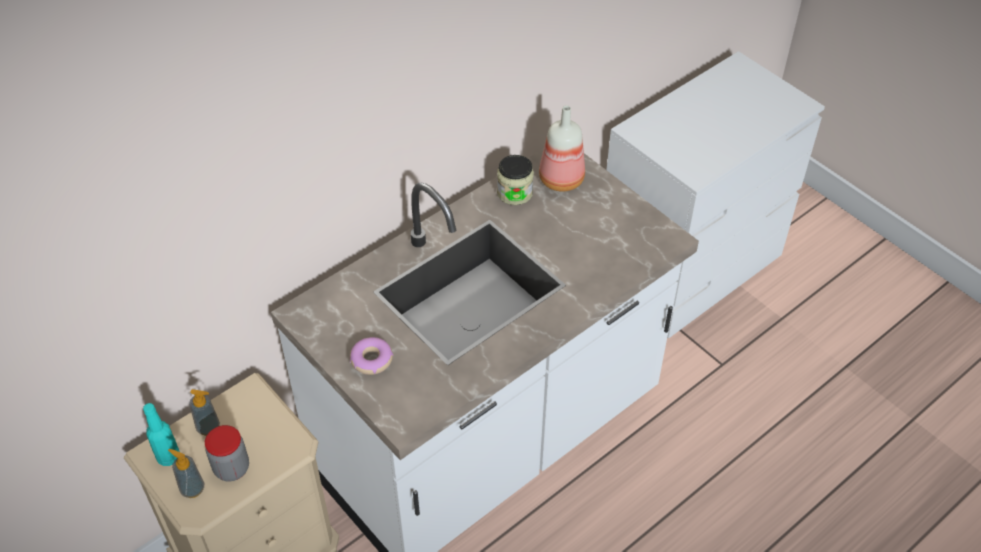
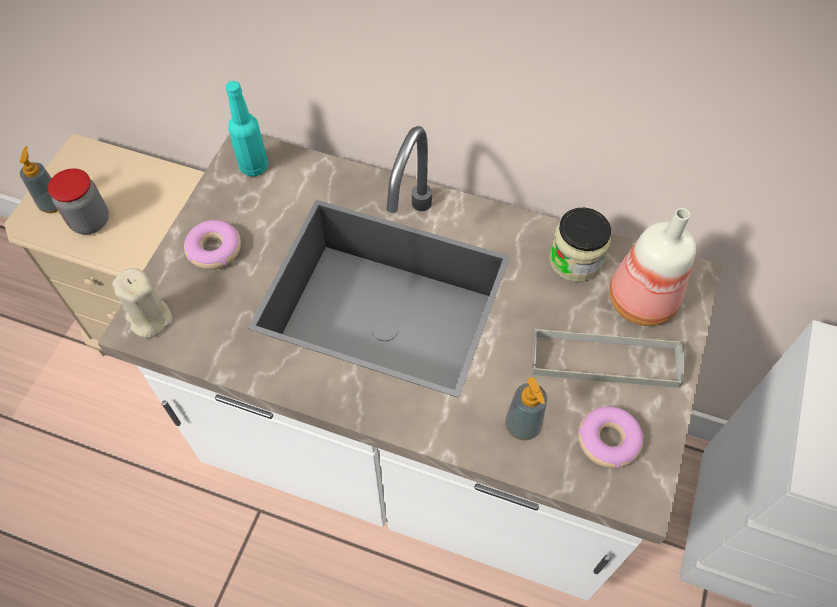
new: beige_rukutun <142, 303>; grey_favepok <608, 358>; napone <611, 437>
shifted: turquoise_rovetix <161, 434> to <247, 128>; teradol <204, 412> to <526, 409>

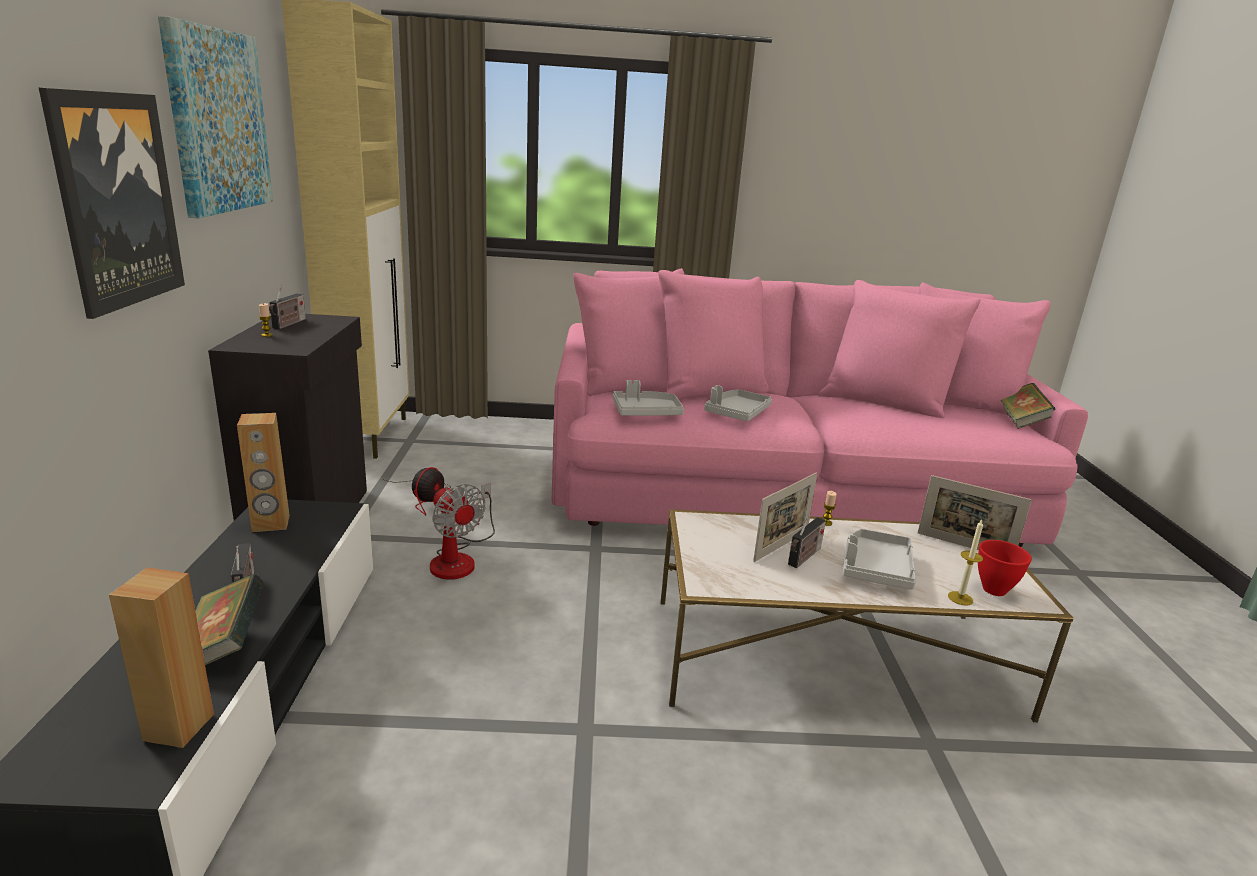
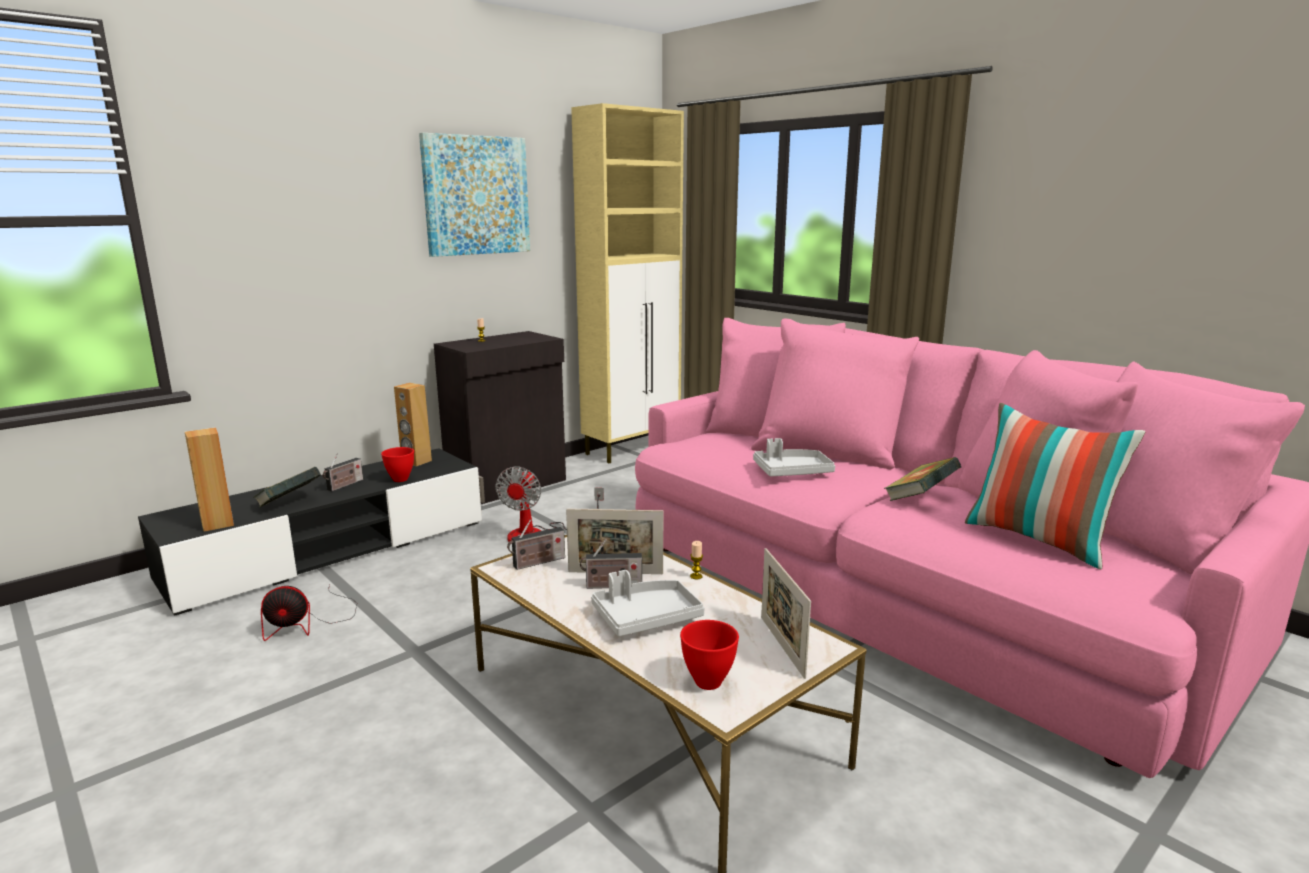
gone: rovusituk <112, 203>; grey_favepok <648, 398>; rukutun <965, 563>
new: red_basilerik <397, 464>; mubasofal <1055, 486>
shifted: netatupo <287, 307> to <536, 544>; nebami <416, 491> to <309, 613>; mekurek <1028, 406> to <922, 479>

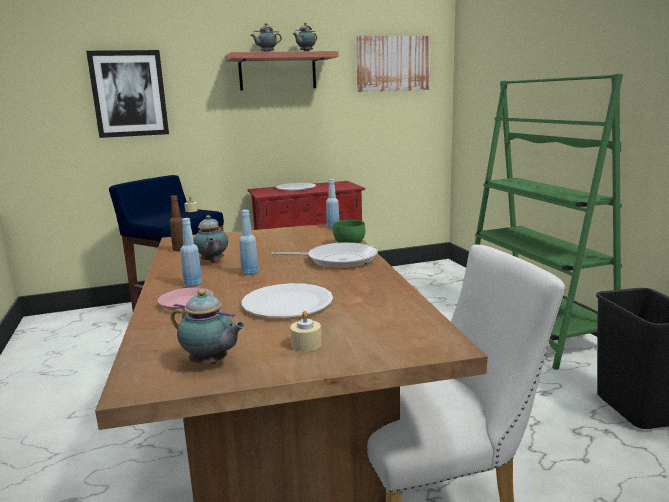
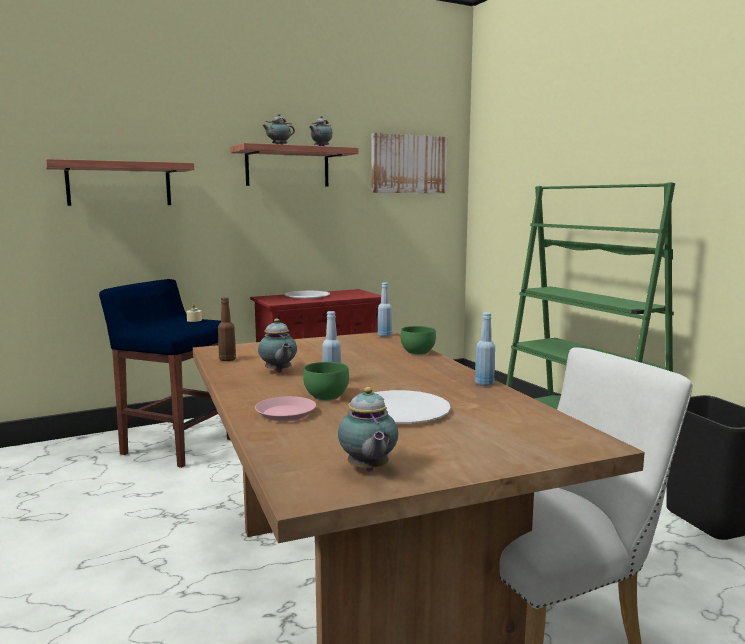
gone: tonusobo <324, 255>; beige_rukutun <306, 331>
new: green_basilerik <326, 381>
shifted: blue_rovetix <191, 252> to <485, 349>
swapped: rovusituk <127, 94> to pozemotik <120, 182>
rotated: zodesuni <208, 326> = <368, 429> 60 degrees clockwise

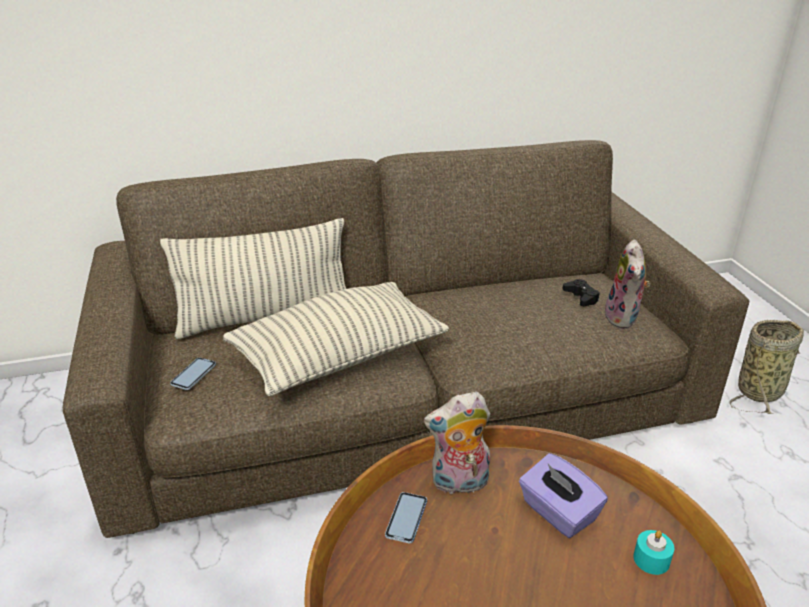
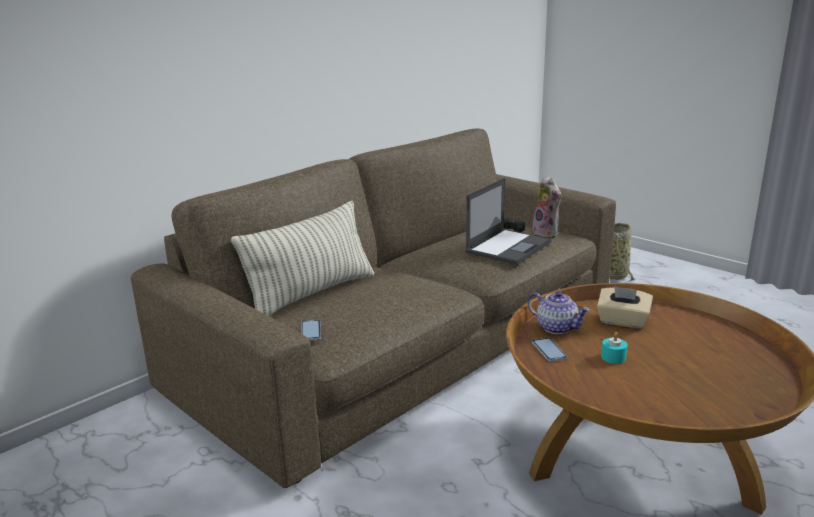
gone: mubasofal <336, 339>
new: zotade <508, 221>
shifted: turquoise_rukutun <654, 552> to <614, 348>
swapped: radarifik <457, 442> to zodesuni <559, 312>
repainted: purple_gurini <563, 495> to beige_gurini <625, 307>

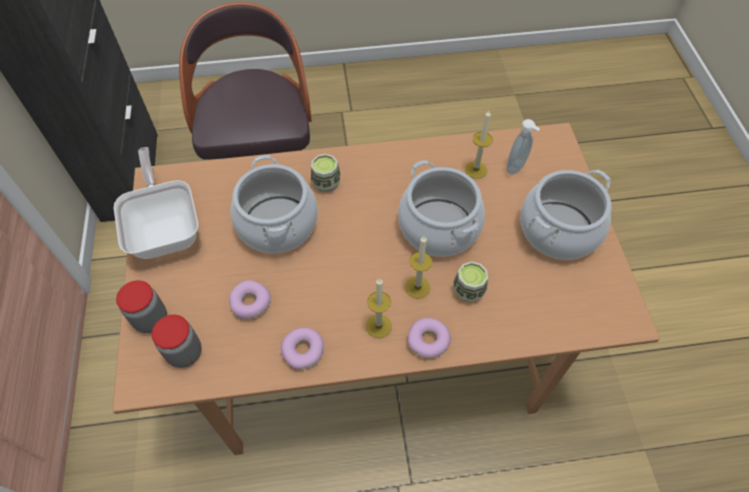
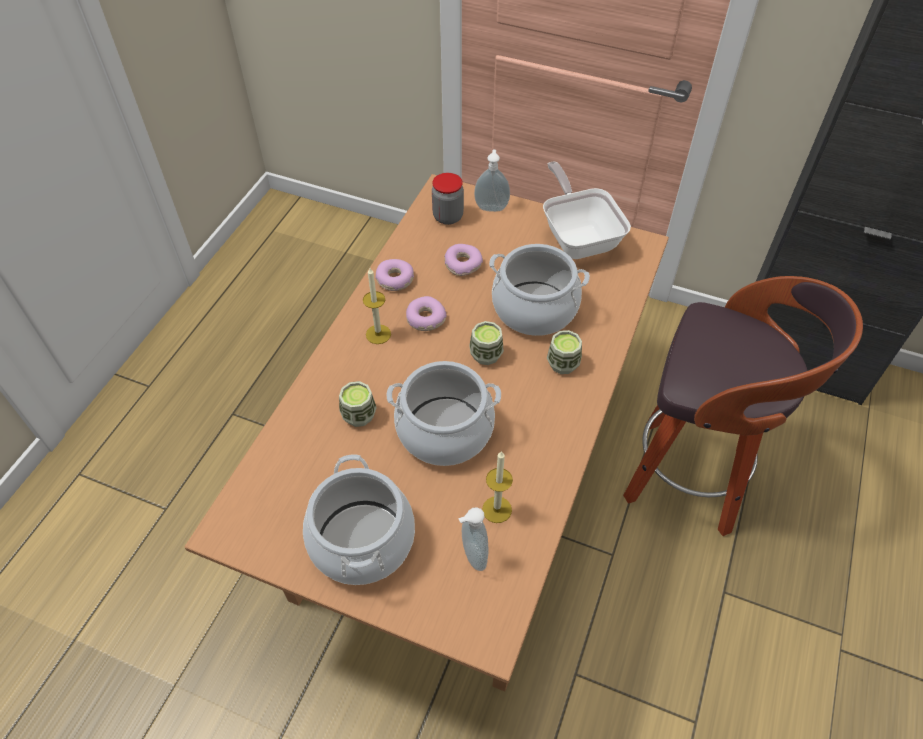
gone: rukutun <418, 267>
new: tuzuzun <486, 343>
shifted: napone <429, 338> to <426, 313>
swapped: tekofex <141, 306> to teradol <492, 181>
rotated: tonusobo <156, 203> = <587, 210> 120 degrees counterclockwise

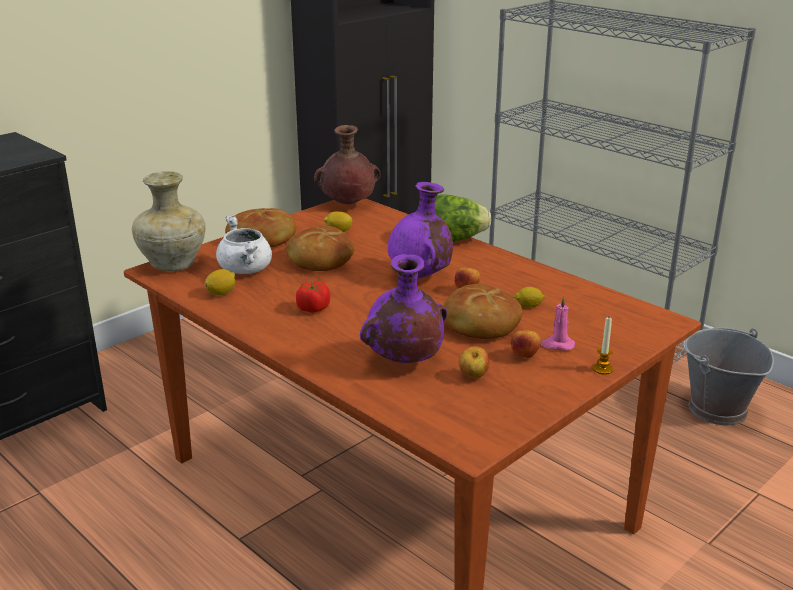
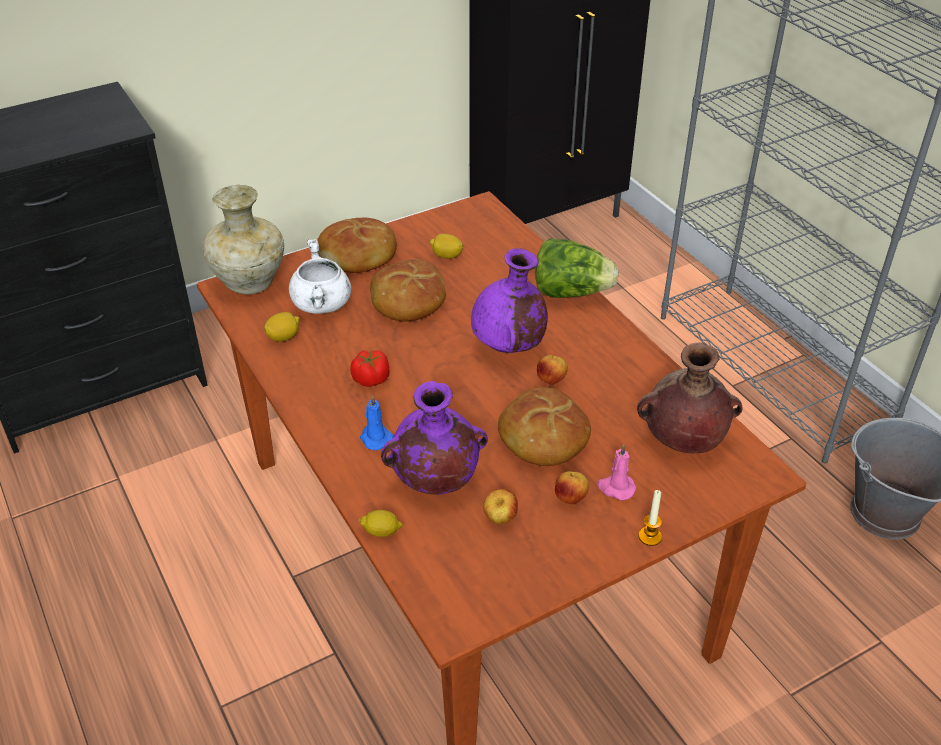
new: blue_rukutun <376, 422>
shifted: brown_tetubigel <347, 164> to <690, 398>; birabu <529, 297> to <381, 523>

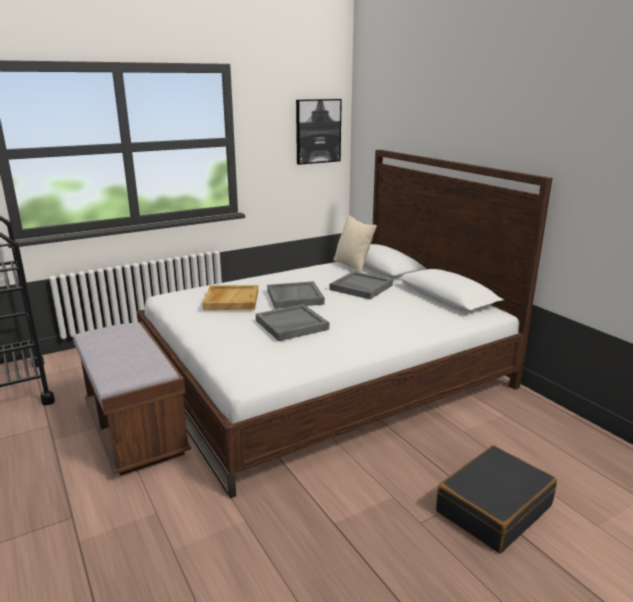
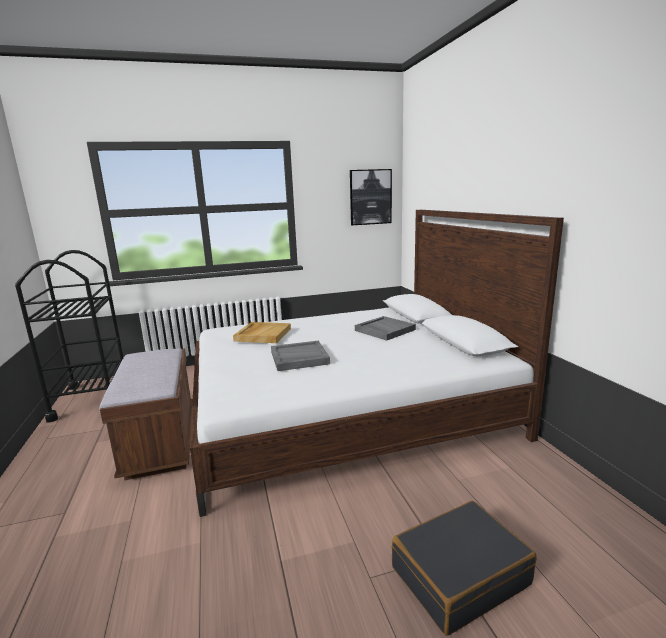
gone: grey_favepok <296, 295>; beige_mubasofal <355, 244>

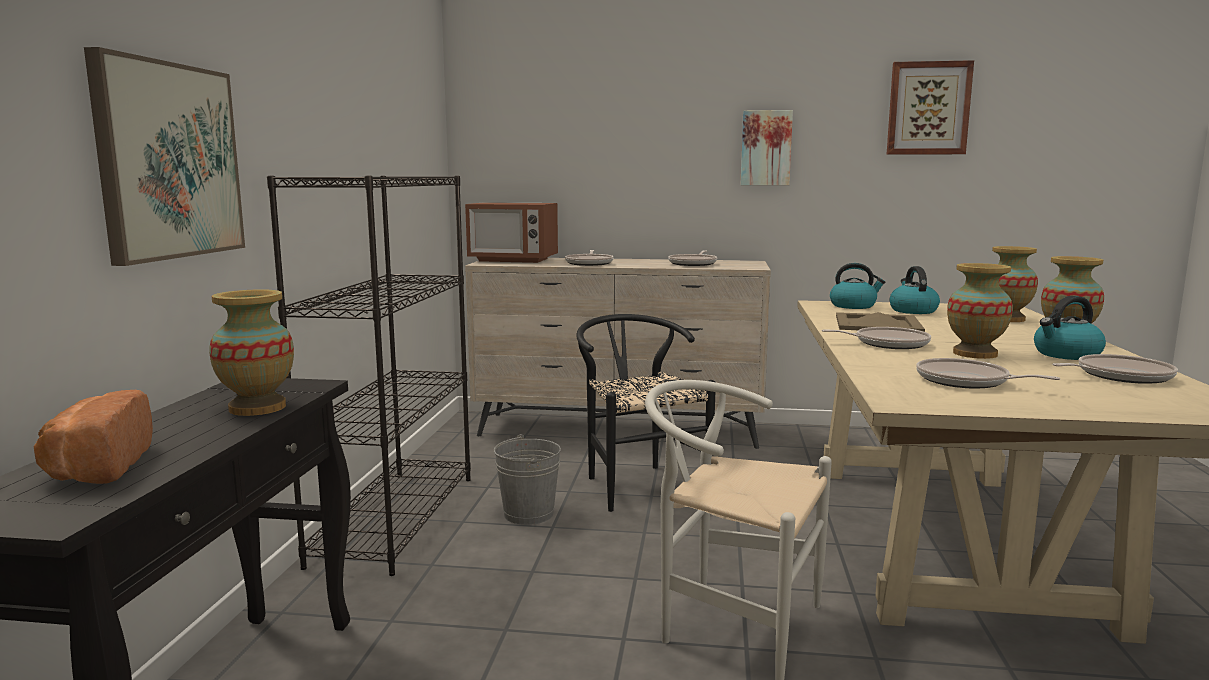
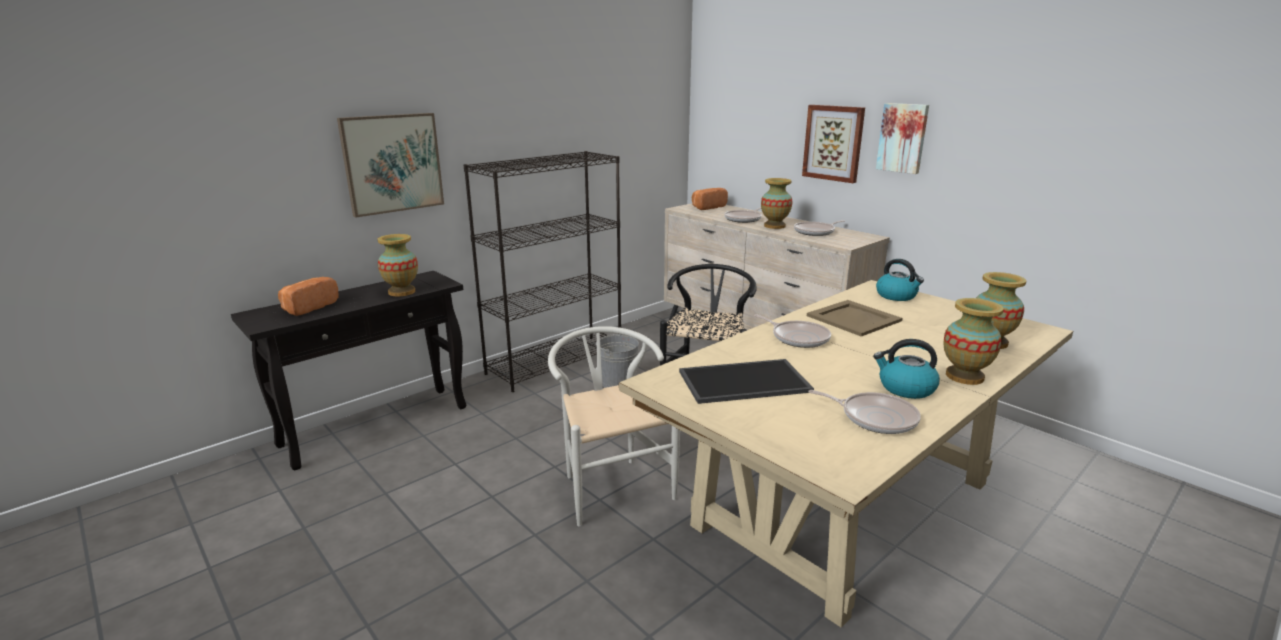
gone: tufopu <915, 290>
shifted: rovusituk <930, 107> to <833, 144>; tetubigel <980, 311> to <776, 203>
swapped: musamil <511, 232> to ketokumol <710, 199>; tonusobo <988, 373> to favepok <746, 381>

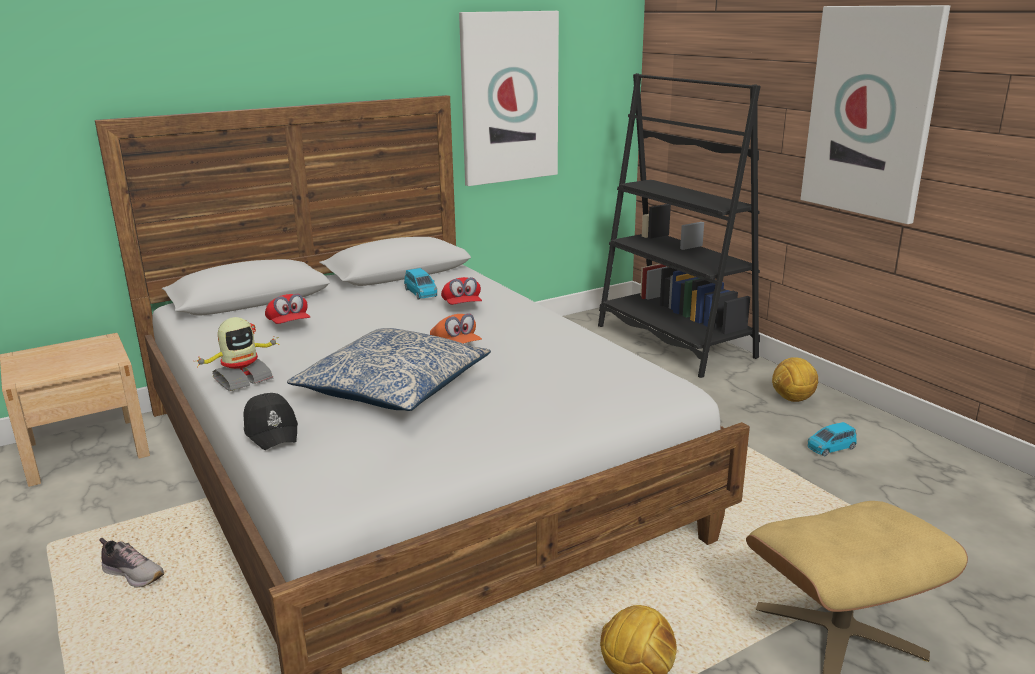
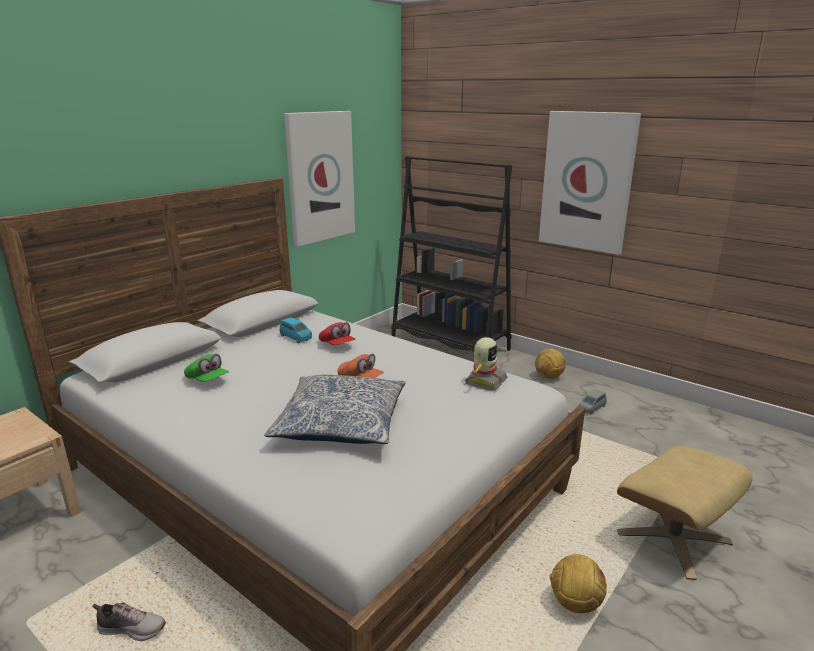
gone: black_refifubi <271, 421>
shifted: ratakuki <236, 354> to <486, 363>
repainted: red_refifubi <287, 309> to green_refifubi <206, 368>; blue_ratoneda <832, 439> to grey_ratoneda <593, 402>

